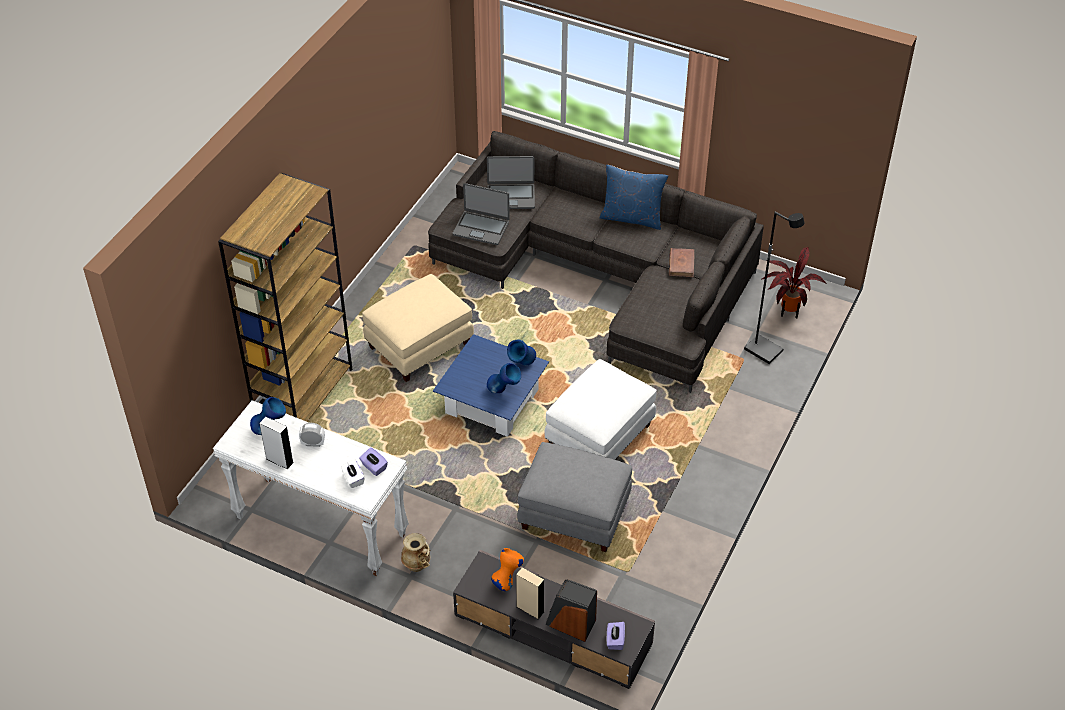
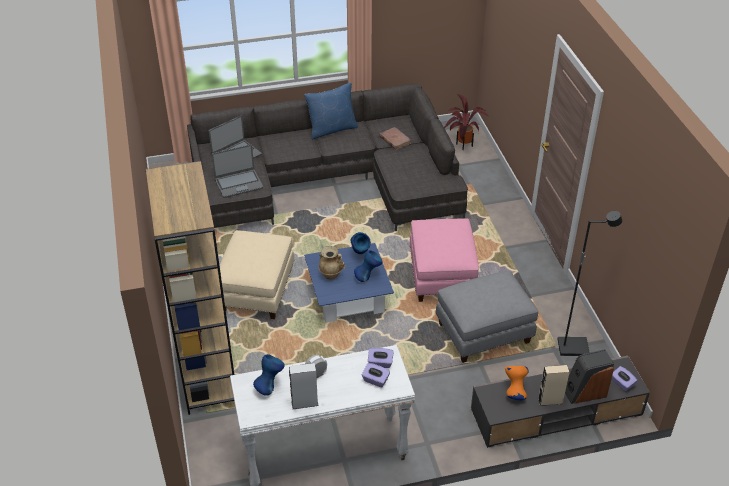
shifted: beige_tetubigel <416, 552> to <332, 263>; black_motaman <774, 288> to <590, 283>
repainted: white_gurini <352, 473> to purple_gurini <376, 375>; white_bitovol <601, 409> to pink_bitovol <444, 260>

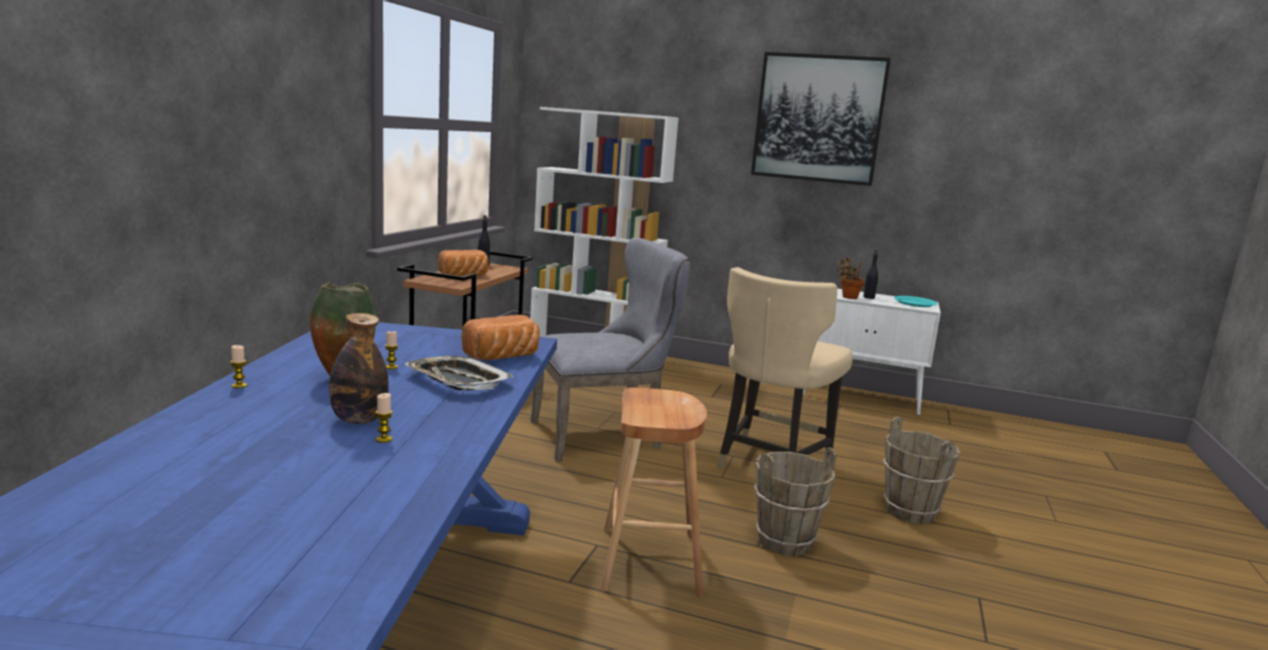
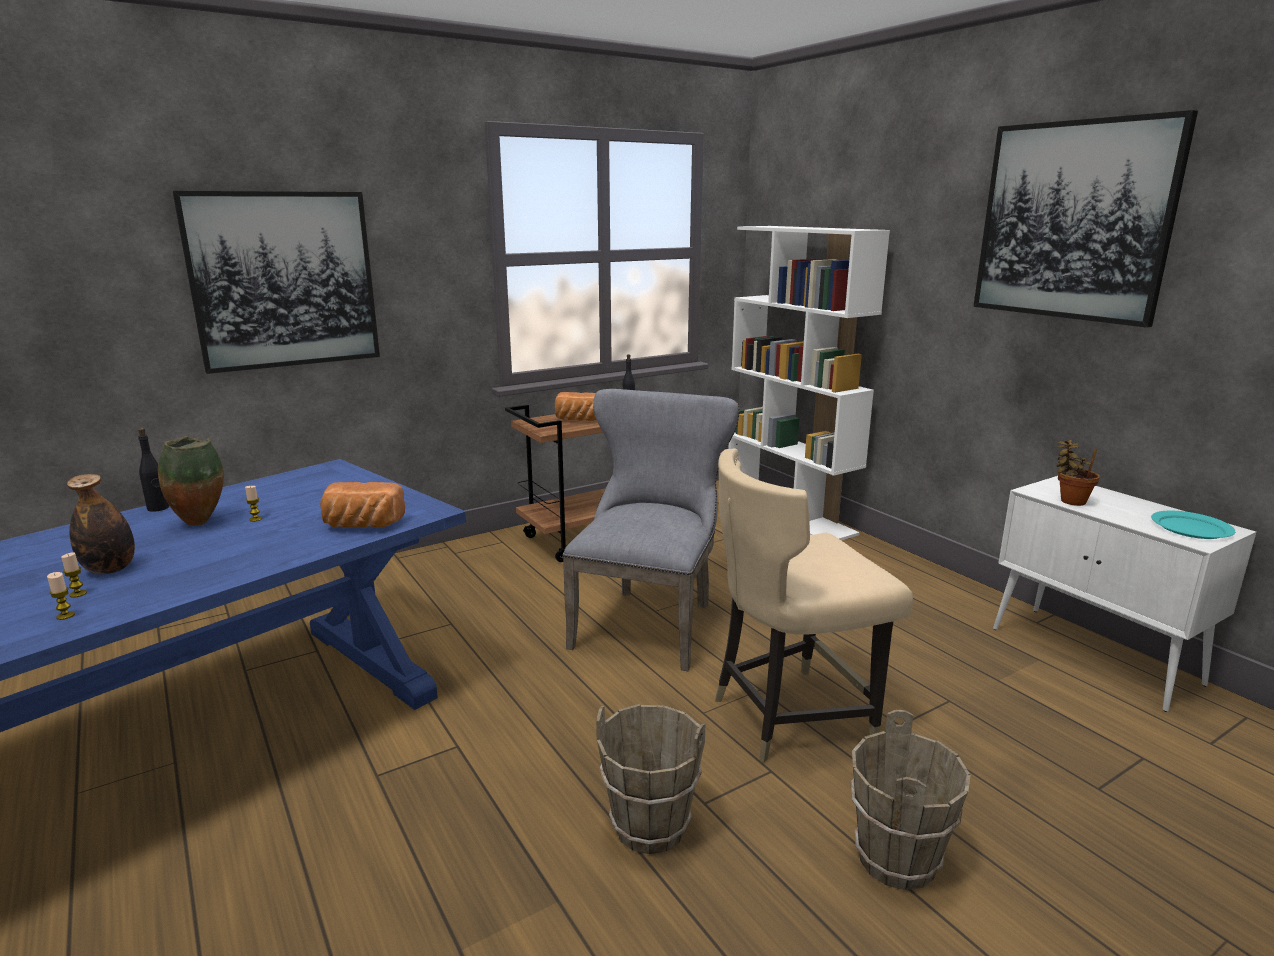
gone: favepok <459, 373>; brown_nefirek <654, 492>
new: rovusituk <276, 282>
shifted: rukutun <238, 366> to <61, 596>; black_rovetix <870, 274> to <153, 470>
rotated: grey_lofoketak <610, 350> = <650, 530> 90 degrees counterclockwise

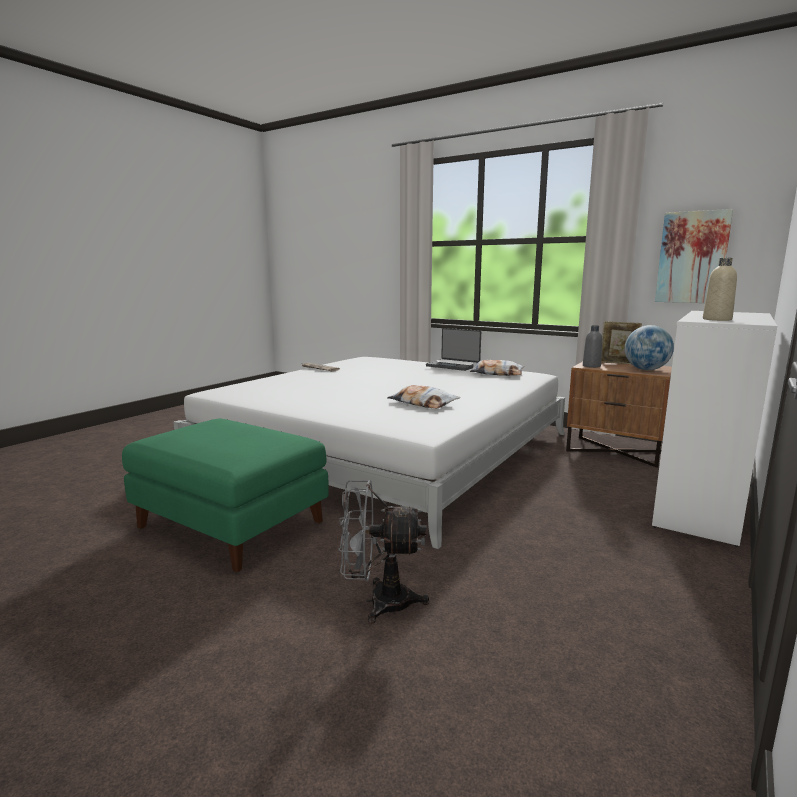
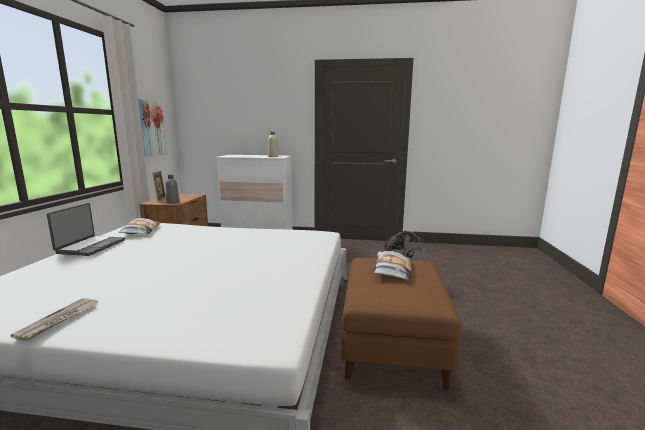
gone: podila <649, 347>
shifted: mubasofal <423, 397> to <392, 265>
repainted: green_bitovol <225, 495> to brown_bitovol <401, 324>

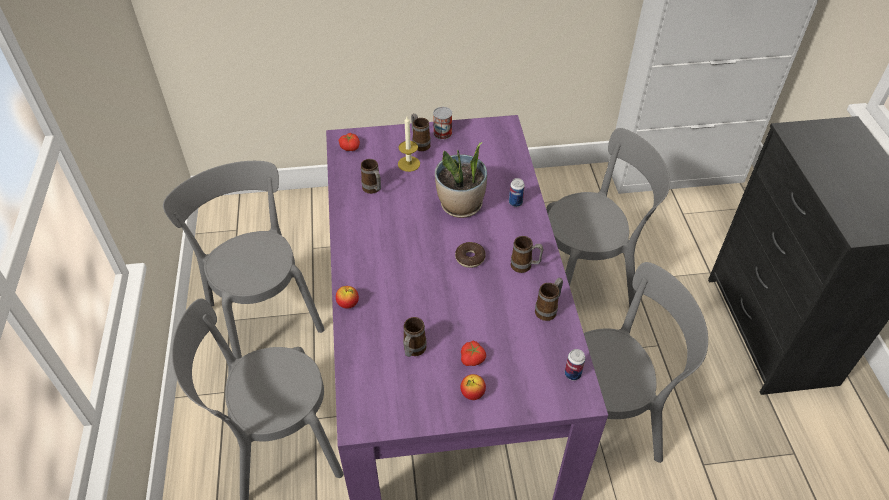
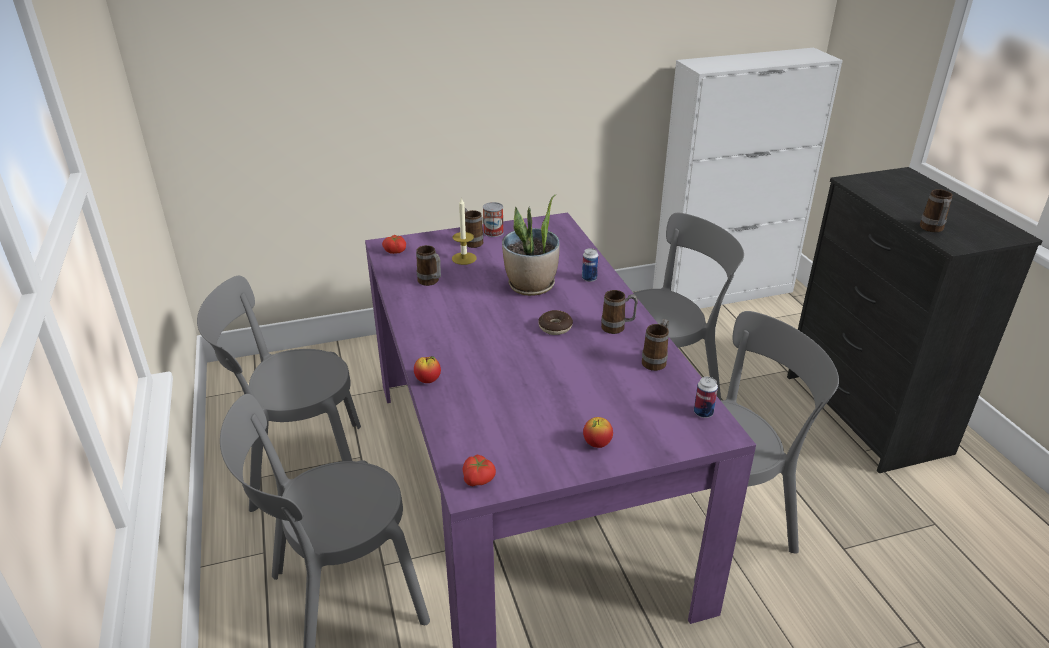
shifted: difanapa <415, 337> to <936, 210>; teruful <473, 353> to <479, 470>
rotated: grey_lofoketak <244, 260> = <279, 394> 60 degrees counterclockwise

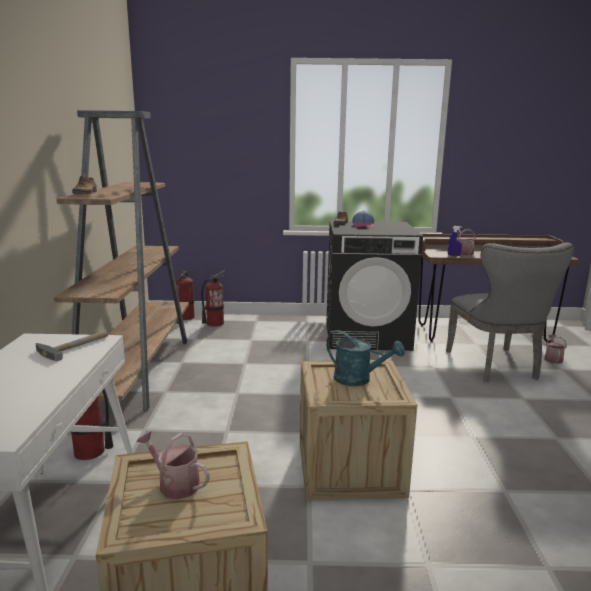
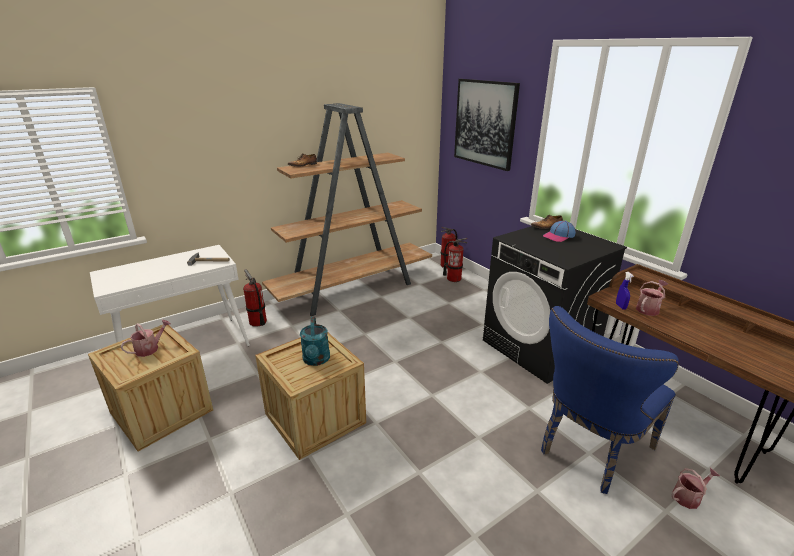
new: rovusituk <487, 125>
repainted: grey_lofoketak <510, 312> to blue_lofoketak <610, 400>
rotated: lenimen <173, 465> = <146, 338> 45 degrees clockwise

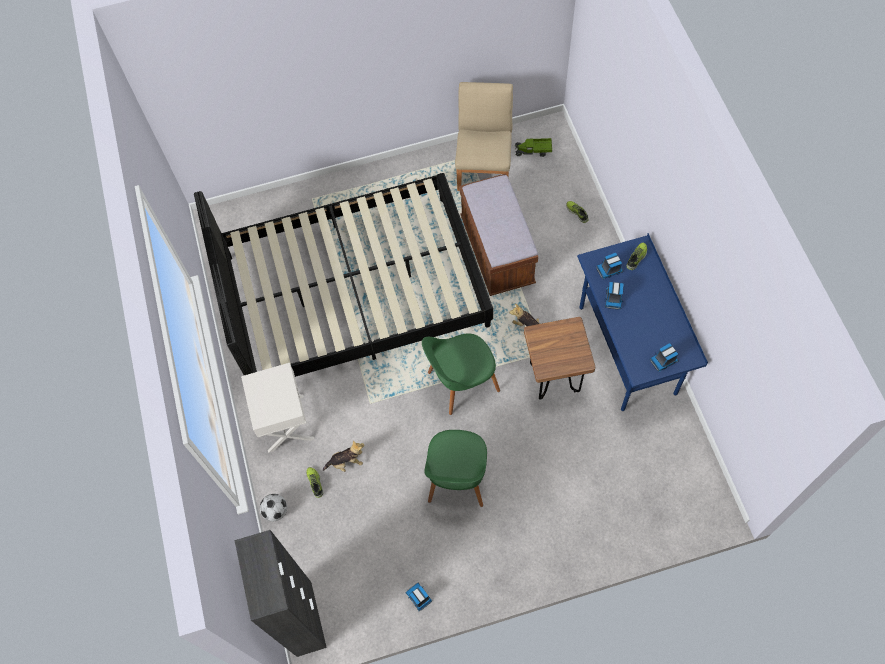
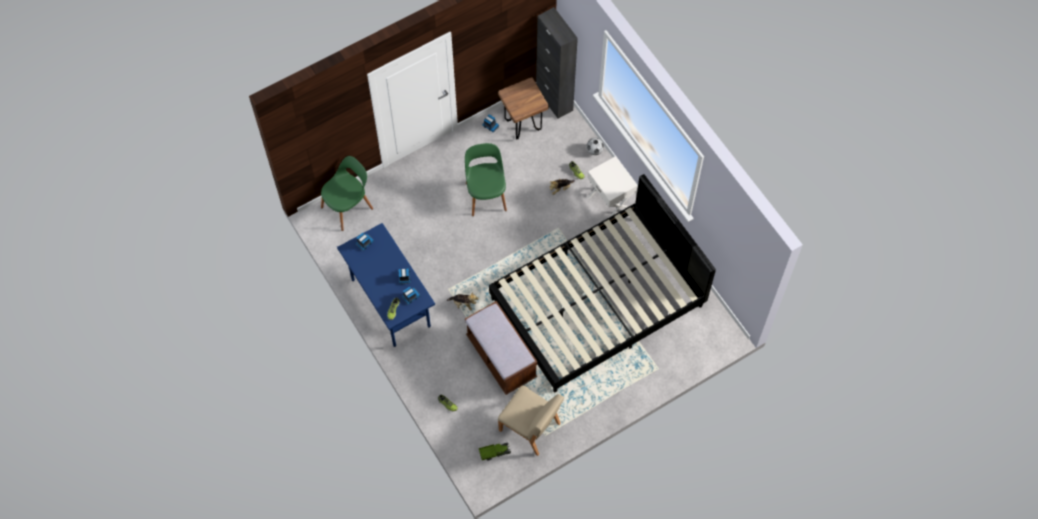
shifted: green_lofoketak <461, 374> to <347, 193>; brown_nefirek <559, 358> to <523, 108>
rotated: beige_lofoketak <484, 136> = <531, 420> 45 degrees counterclockwise

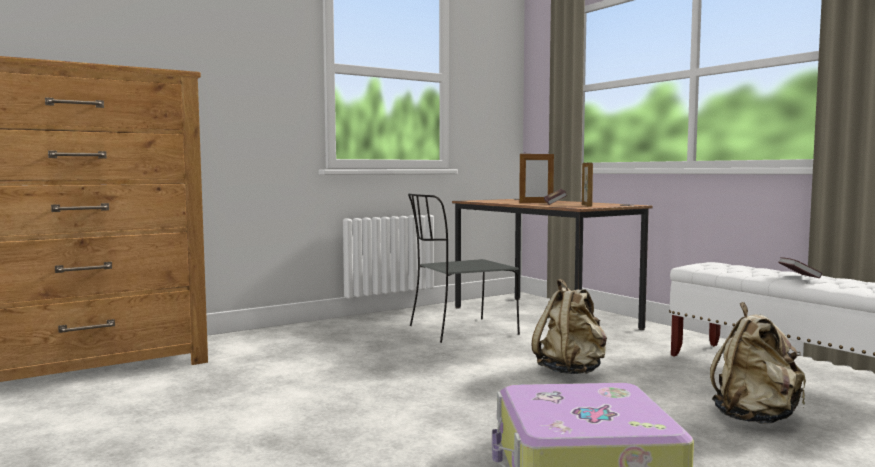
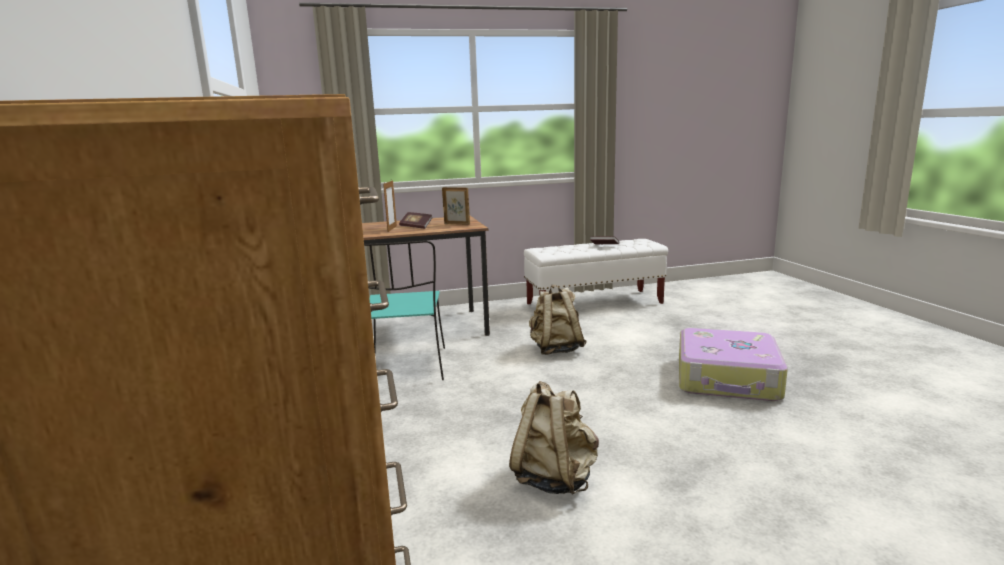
shifted: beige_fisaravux <758, 363> to <554, 437>
repainted: grey_lofoketak <464, 268> to turquoise_lofoketak <404, 310>

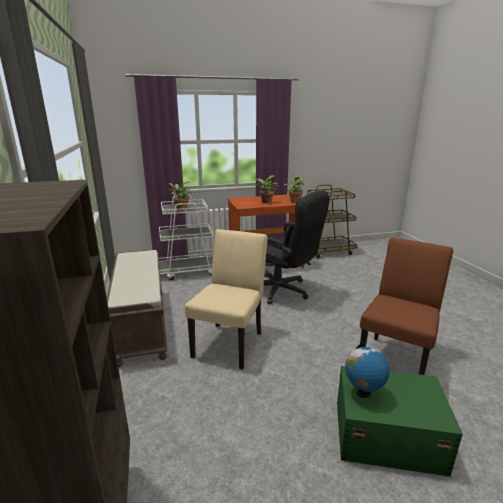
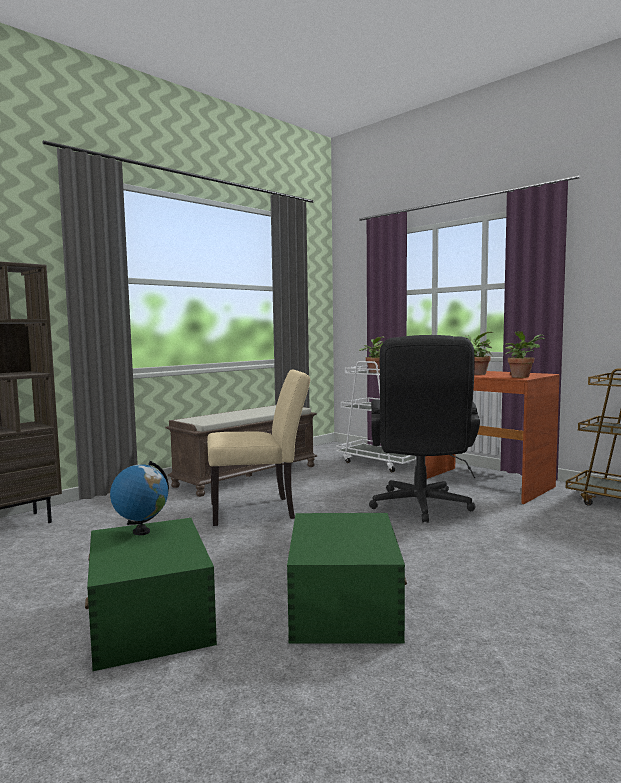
swapped: brown_lofoketak <406, 306> to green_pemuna <347, 578>

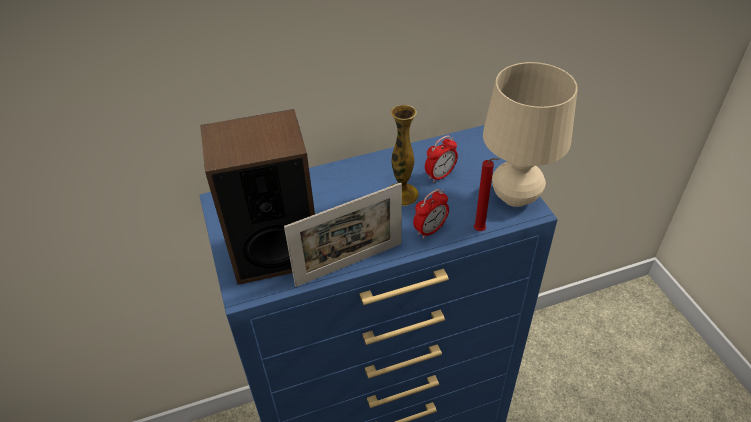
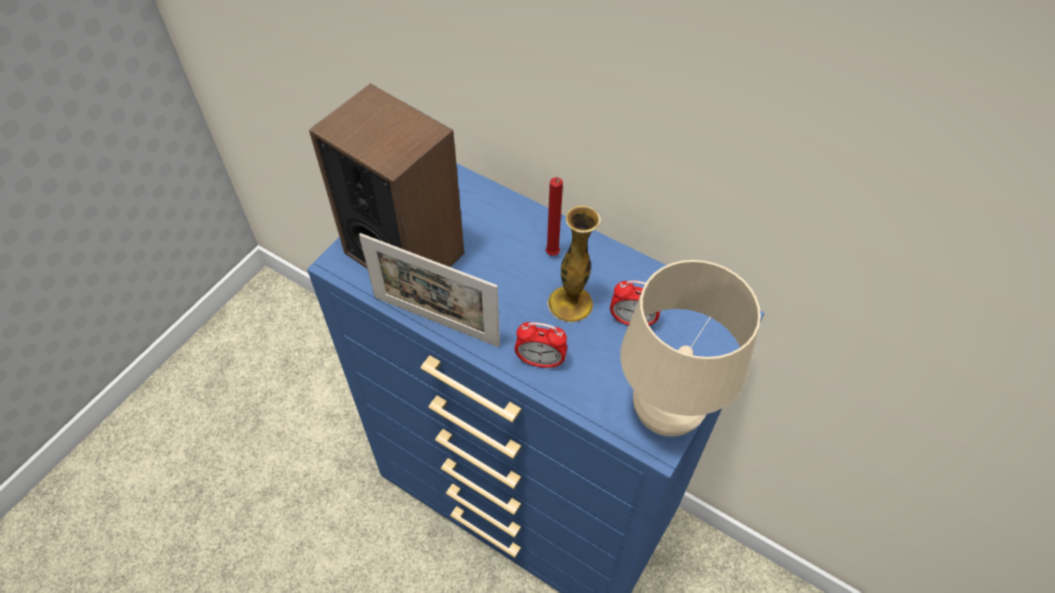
shifted: red_rukutun <487, 194> to <554, 216>

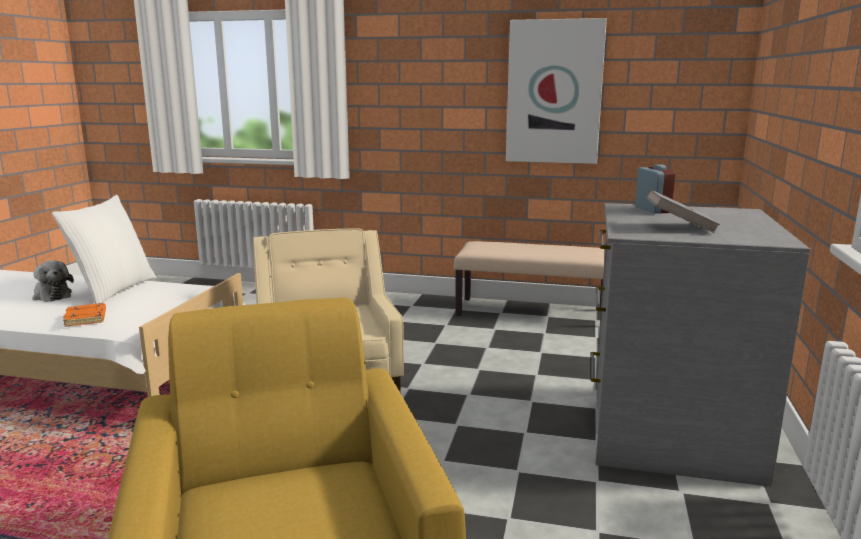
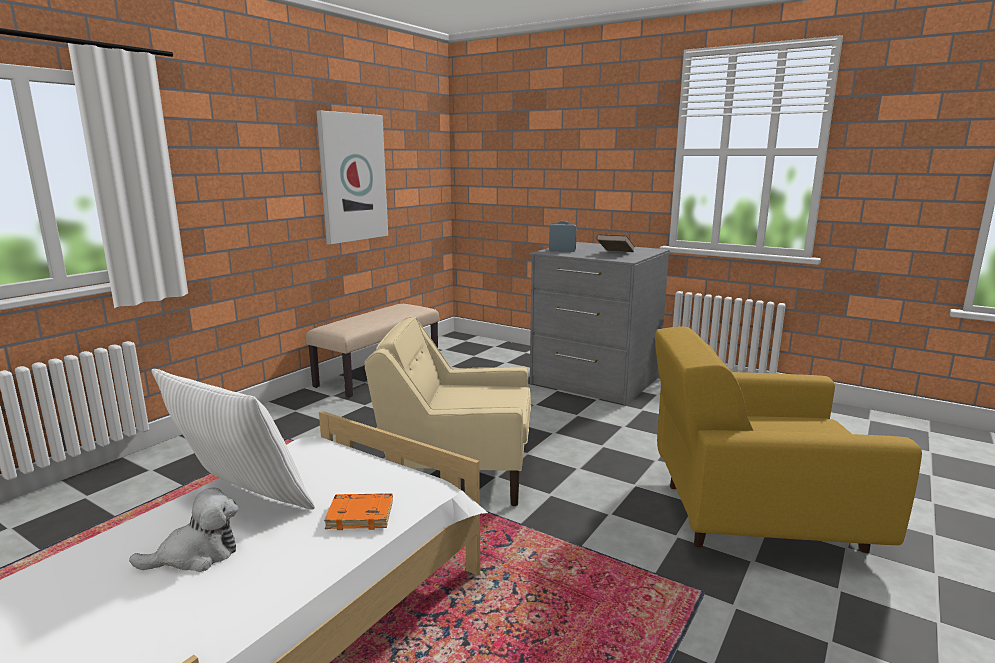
repainted: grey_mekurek <683, 211> to brown_mekurek <615, 243>

